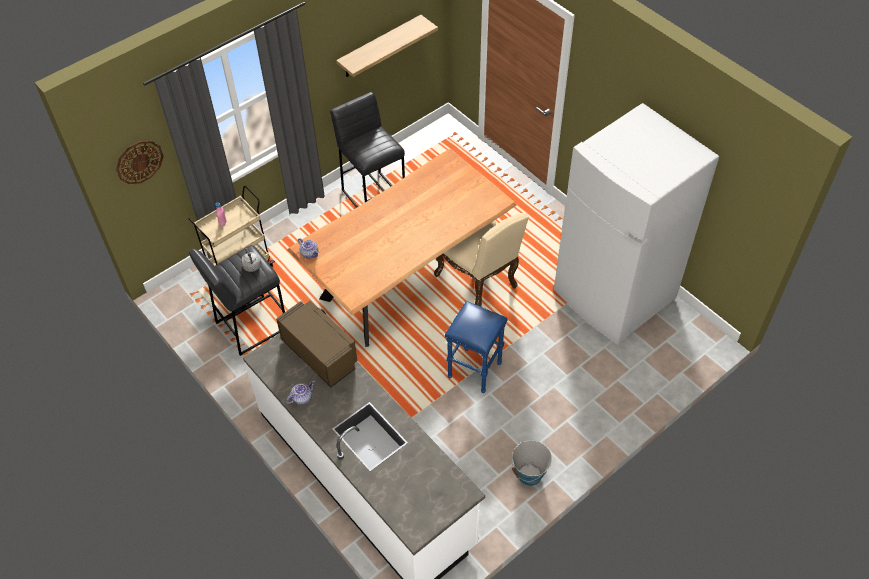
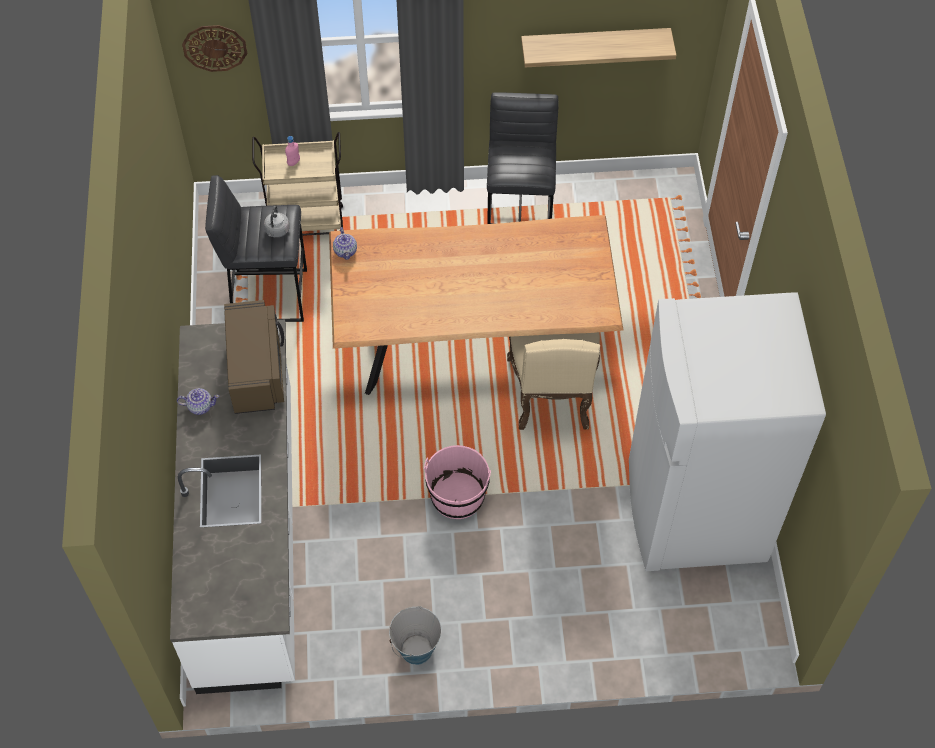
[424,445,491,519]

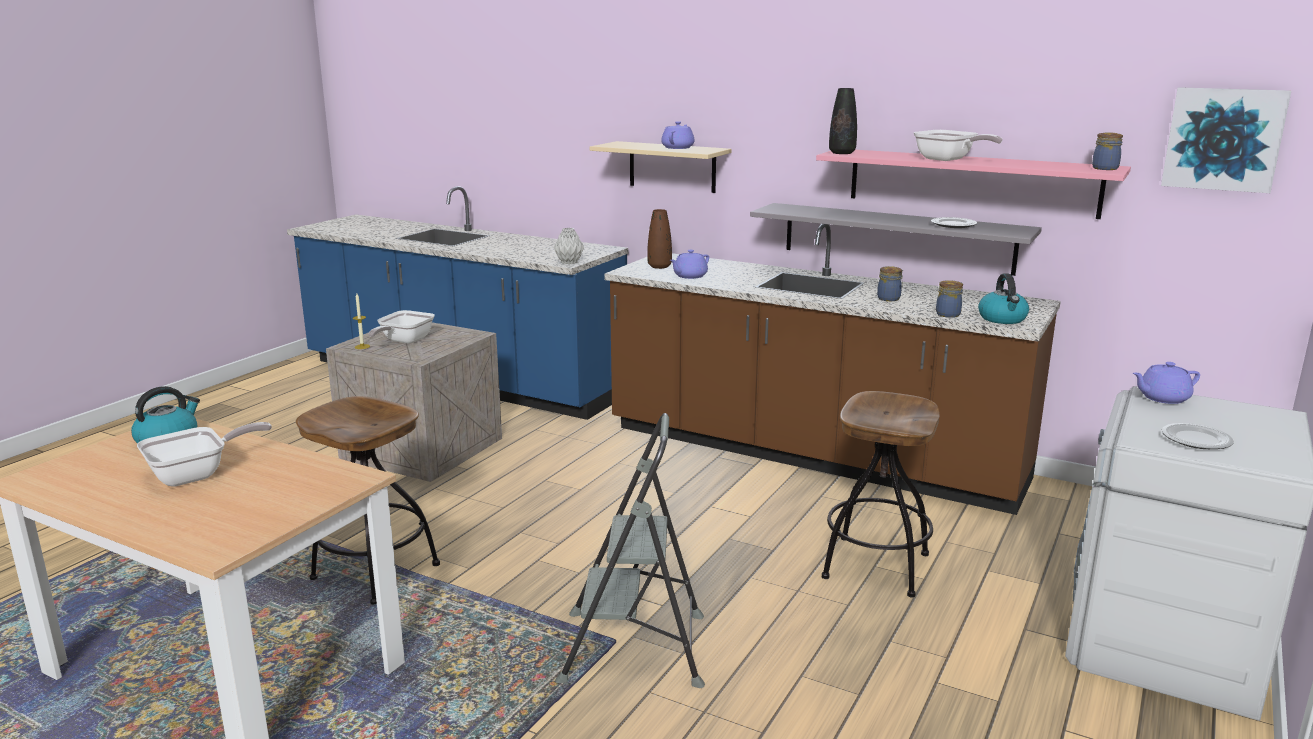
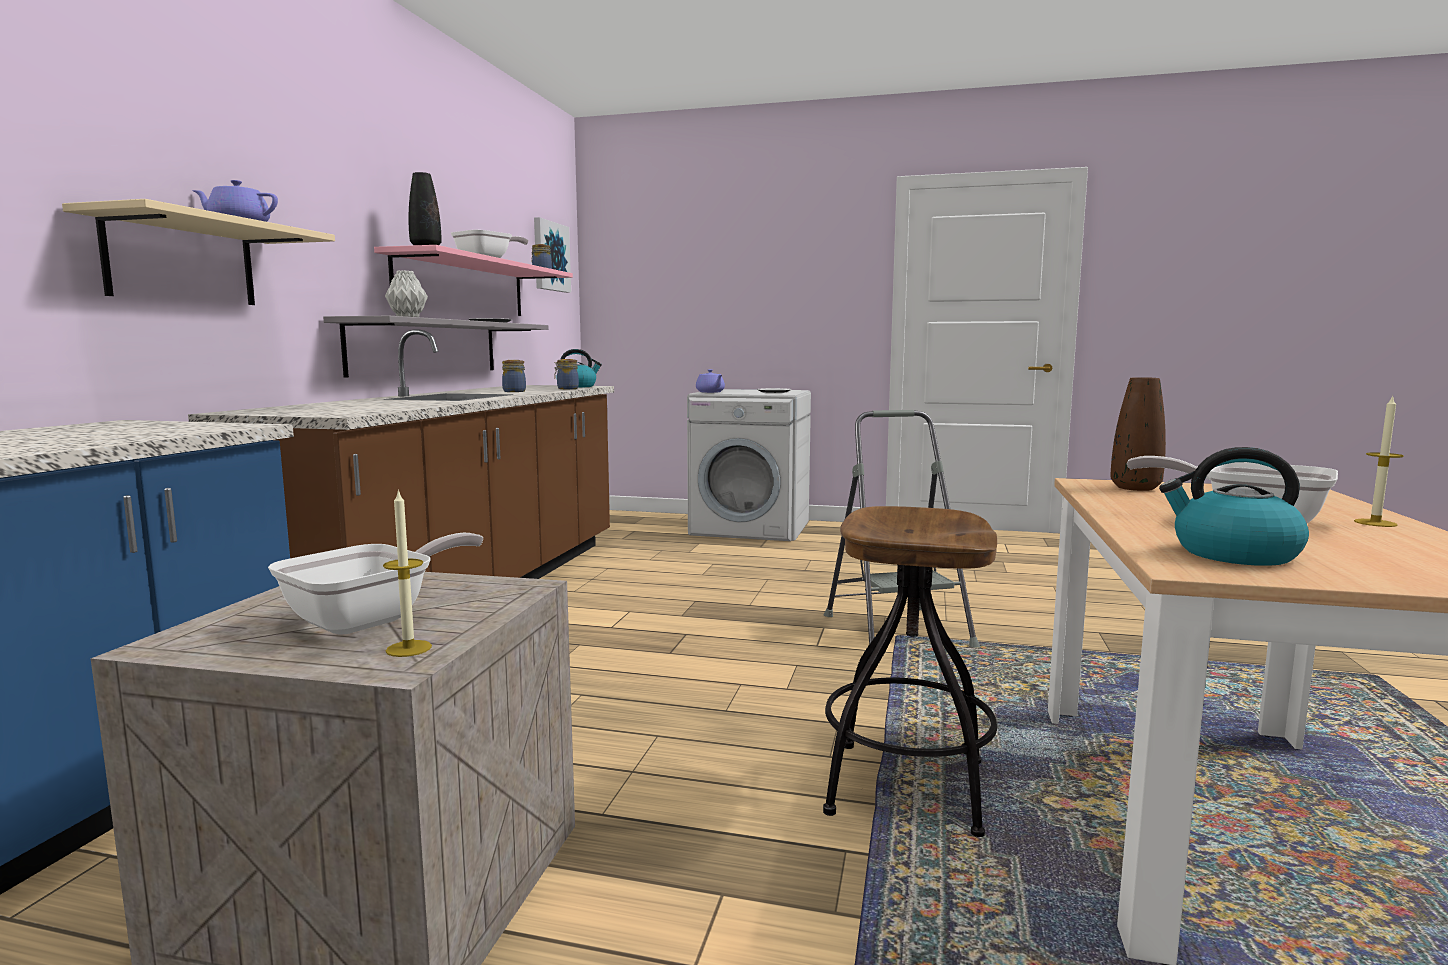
[1110,377,1166,491]
[385,270,428,317]
[670,250,709,279] (first image)
[268,533,483,634]
[822,391,940,598] (first image)
[1354,395,1404,527]

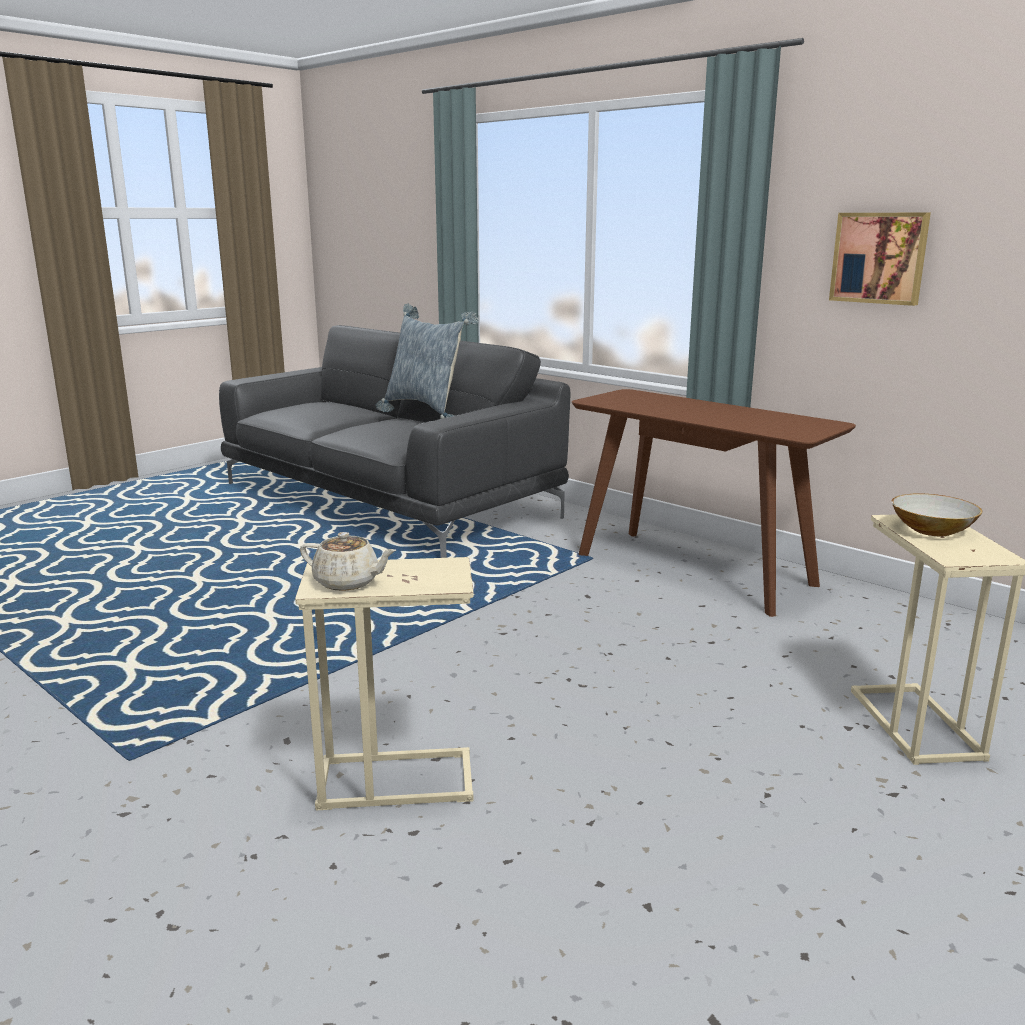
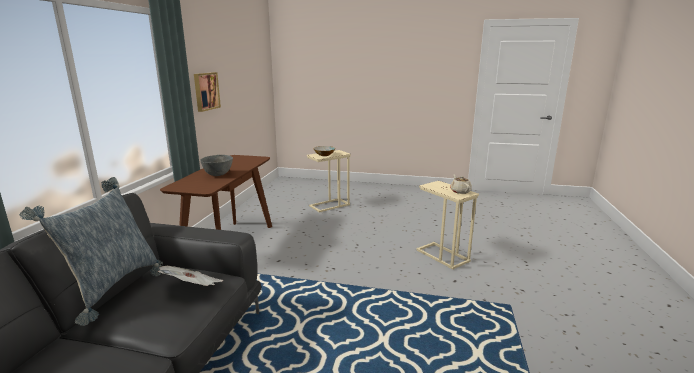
[200,155,233,176]
[158,266,223,286]

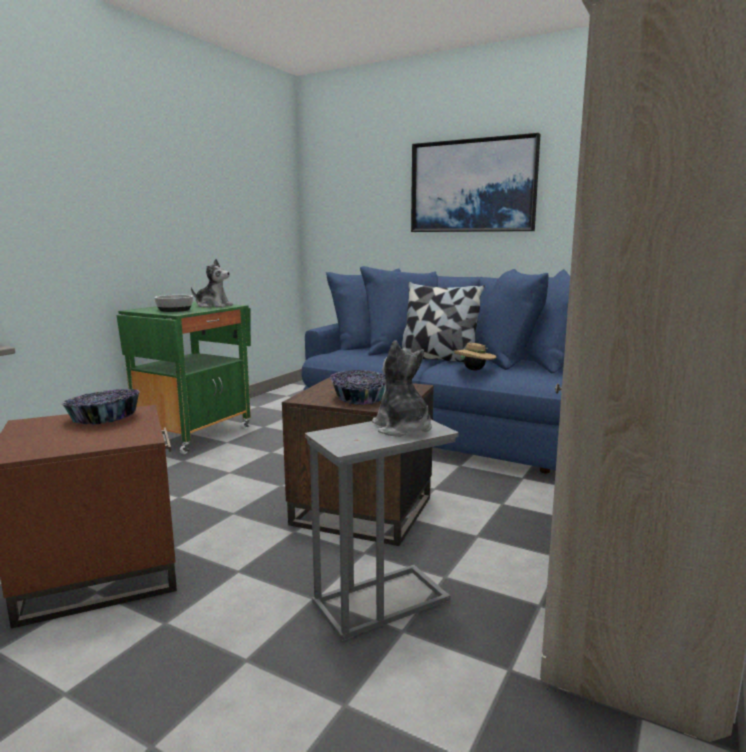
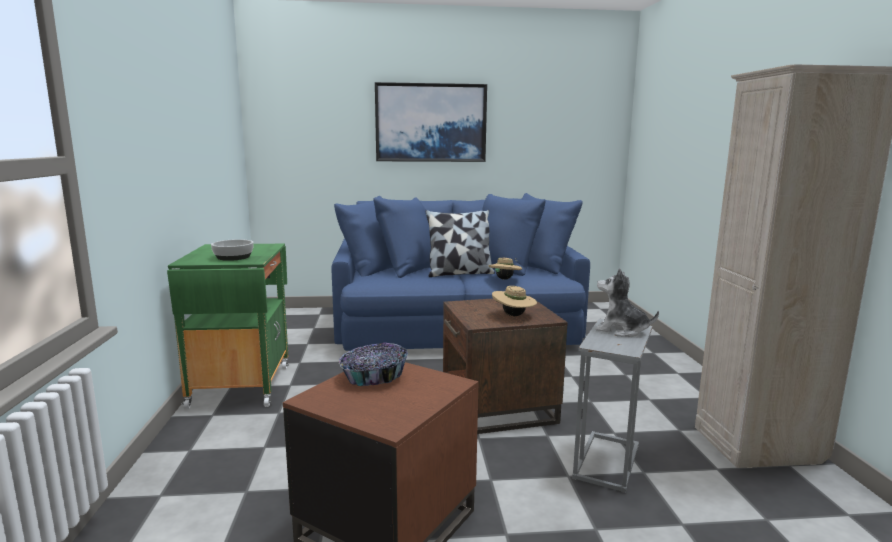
[191,259,233,308] (first image)
[492,286,537,316]

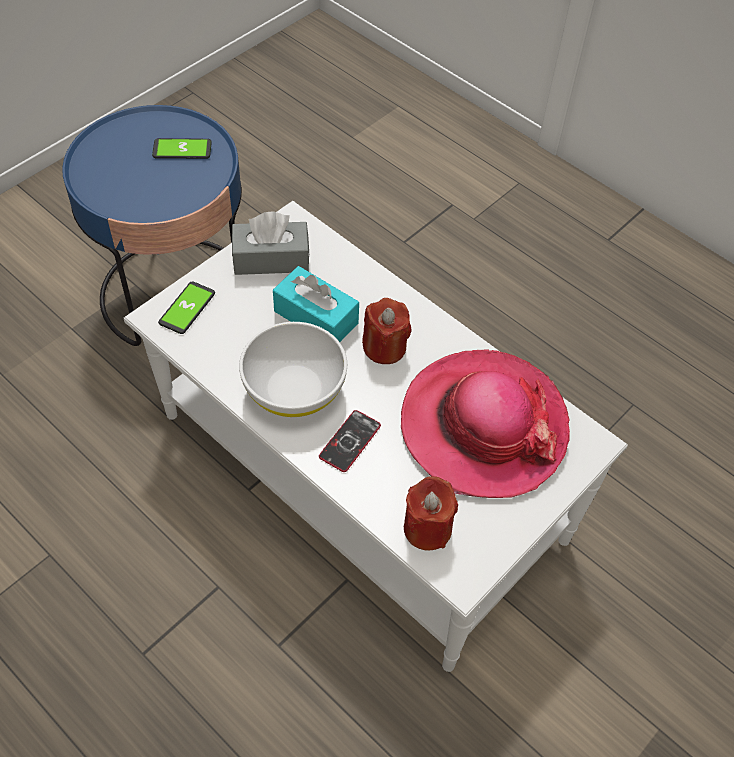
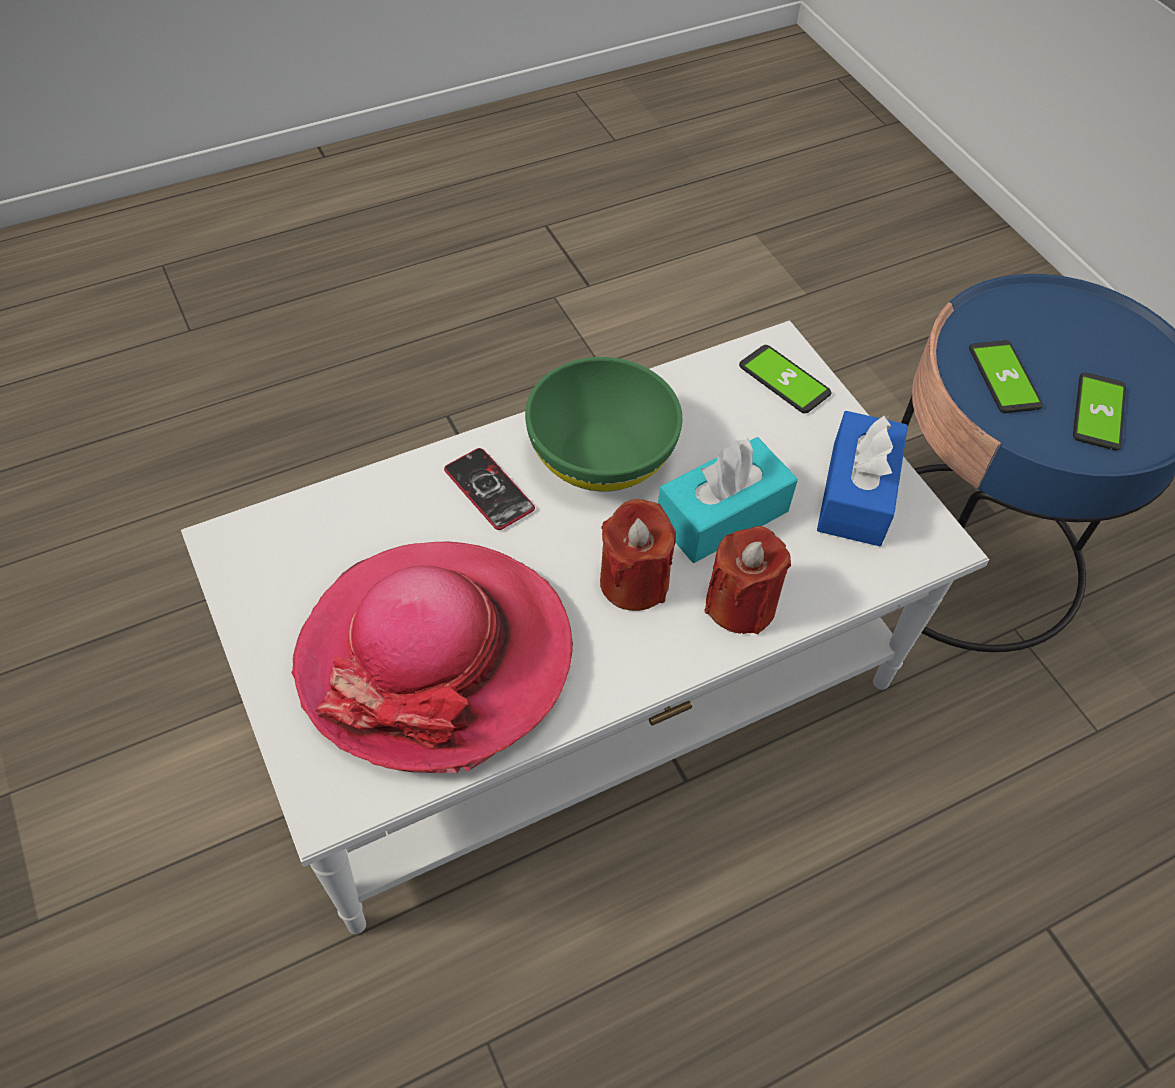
[817,411,908,546]
[525,357,682,492]
[704,526,791,634]
[969,340,1043,413]

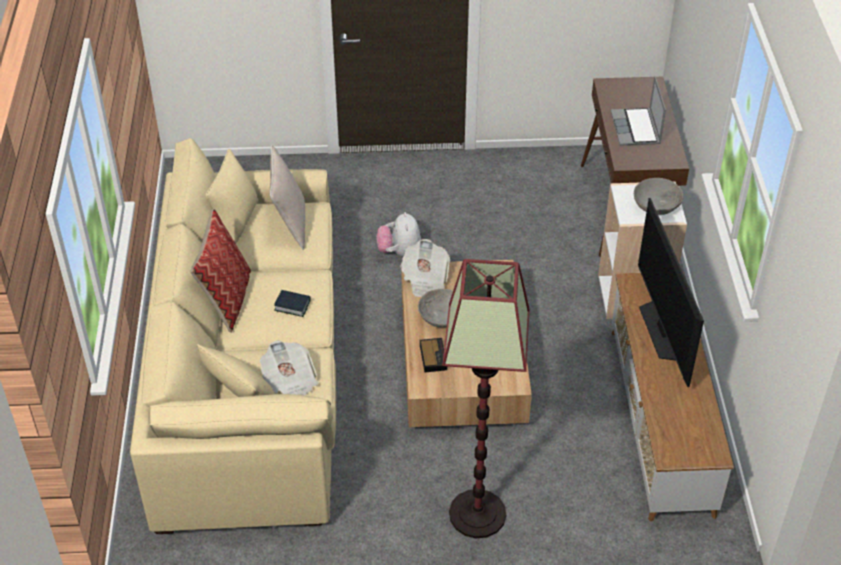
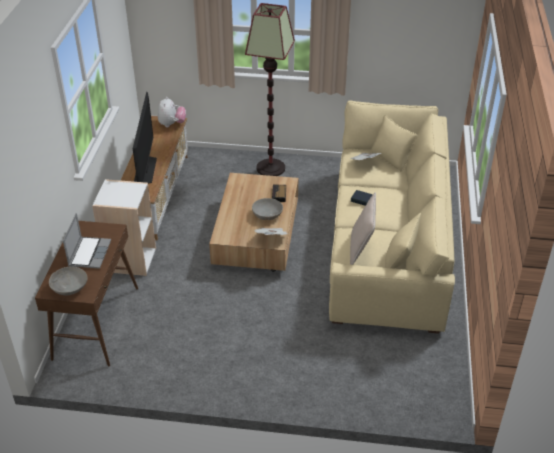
[49,266,87,295]
[190,208,251,333] (first image)
[158,97,186,127]

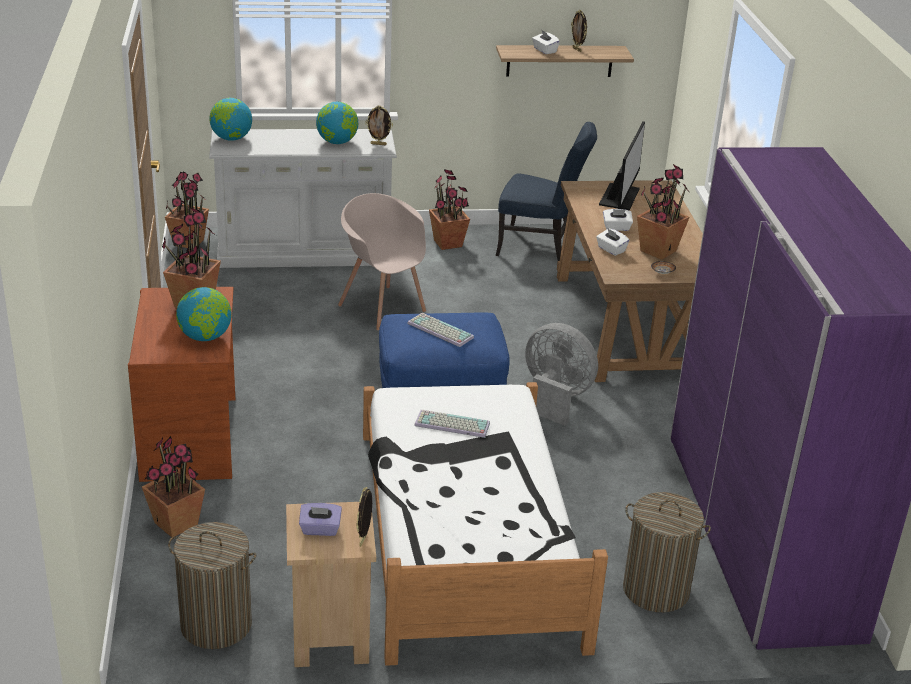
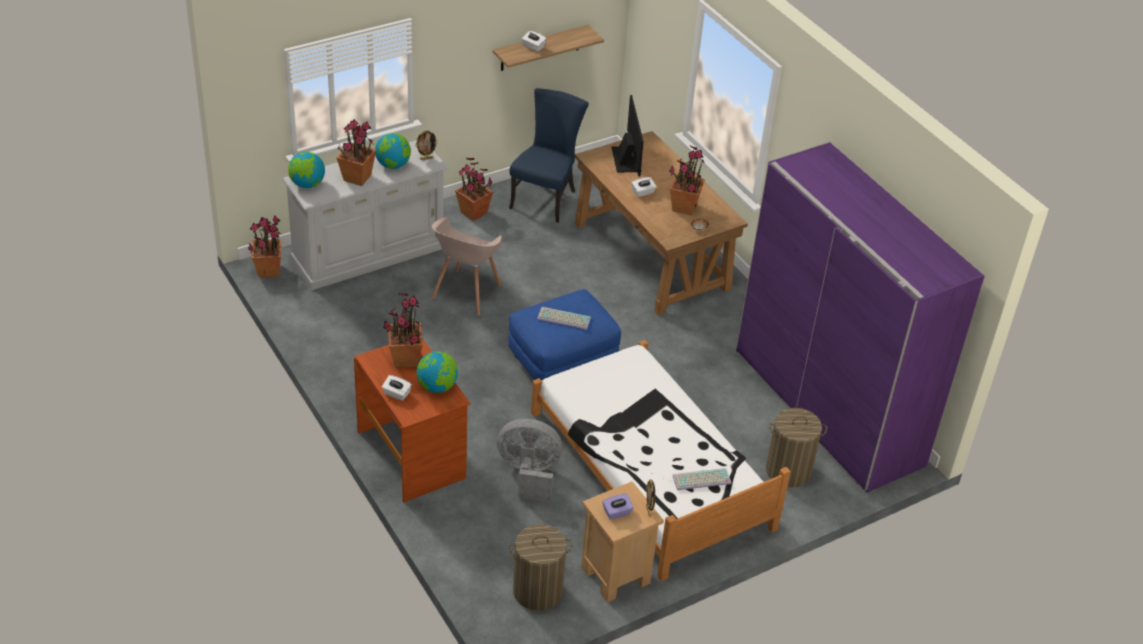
[571,10,587,52] (first image)
[509,88,589,223]
[432,217,502,315]
[382,375,412,401]
[497,419,562,502]
[672,468,731,490]
[337,120,376,186]

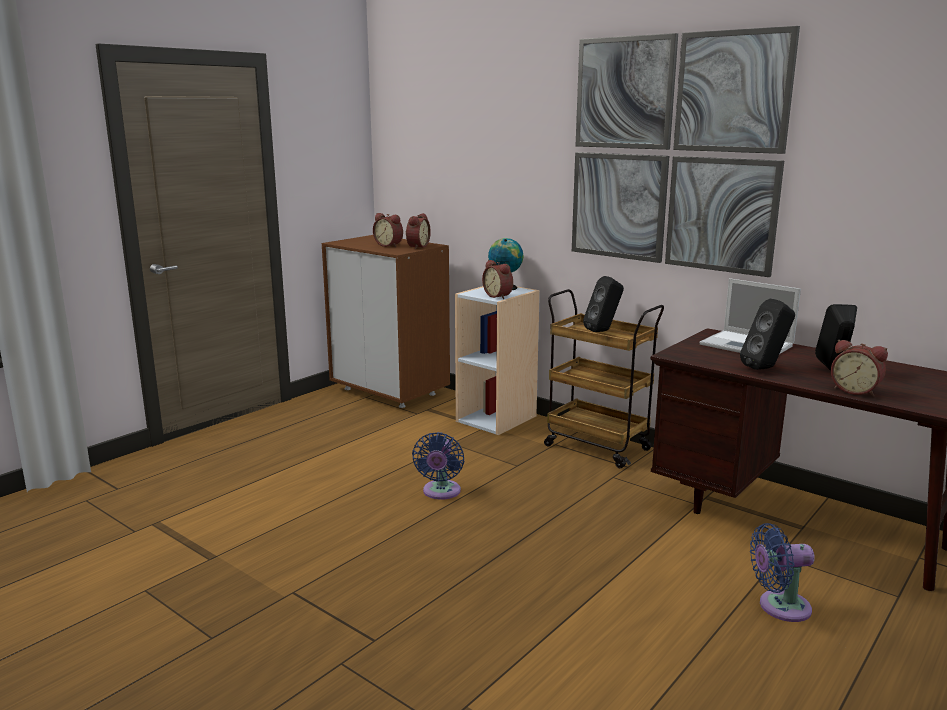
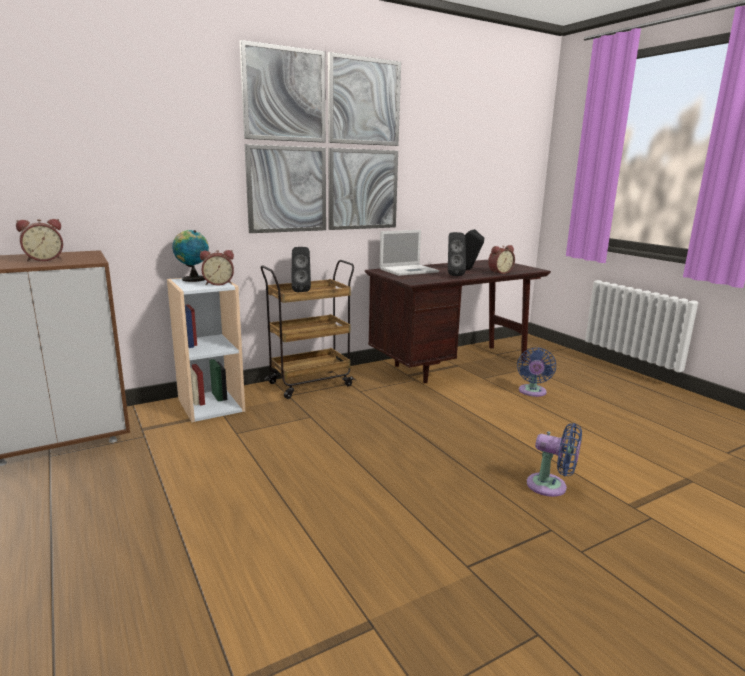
[406,213,431,249] (first image)
[527,423,582,497]

